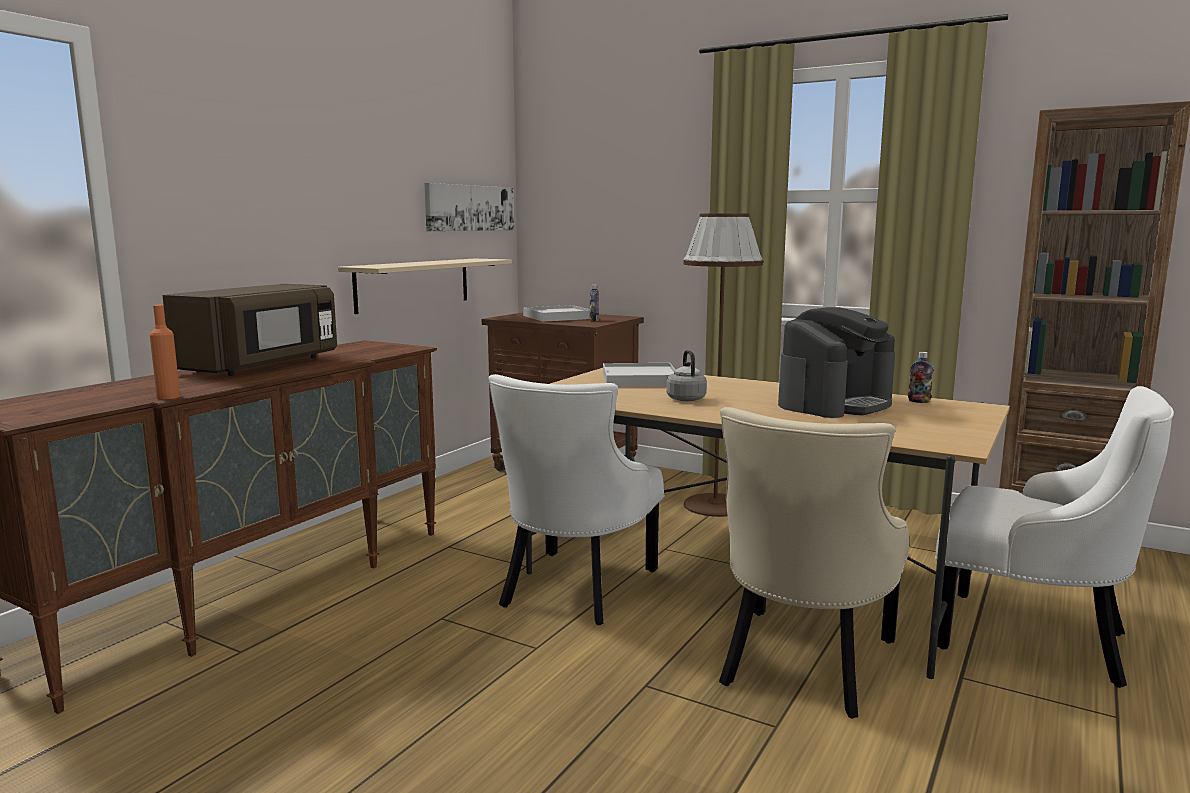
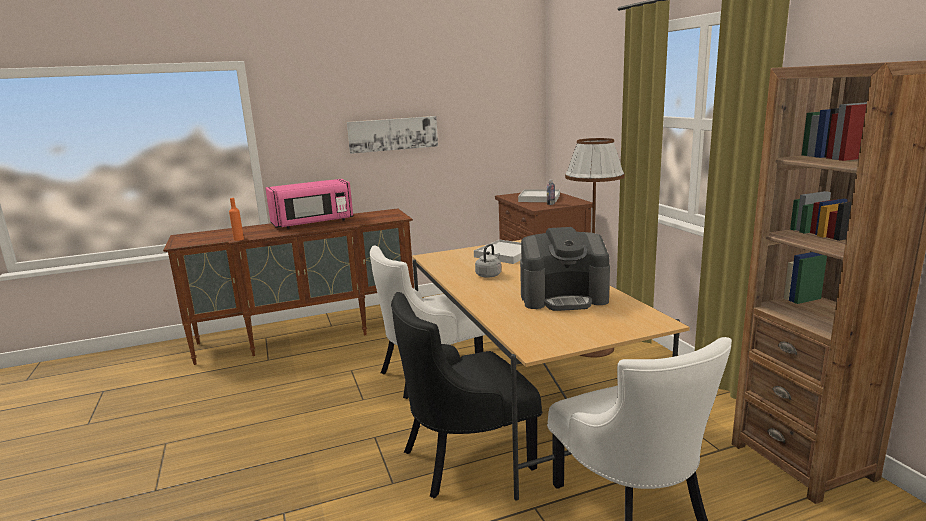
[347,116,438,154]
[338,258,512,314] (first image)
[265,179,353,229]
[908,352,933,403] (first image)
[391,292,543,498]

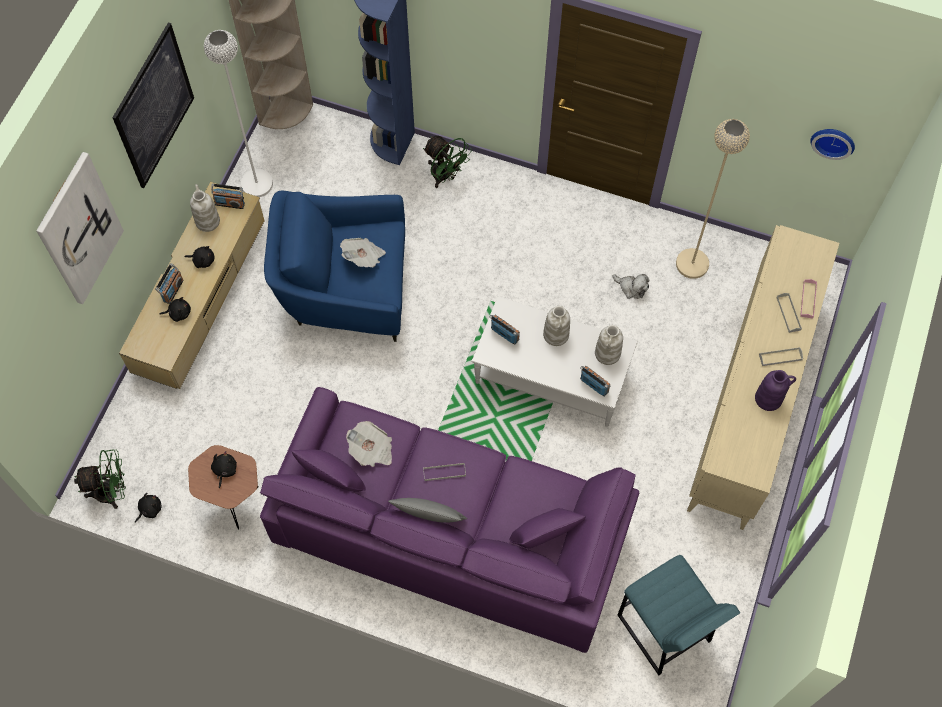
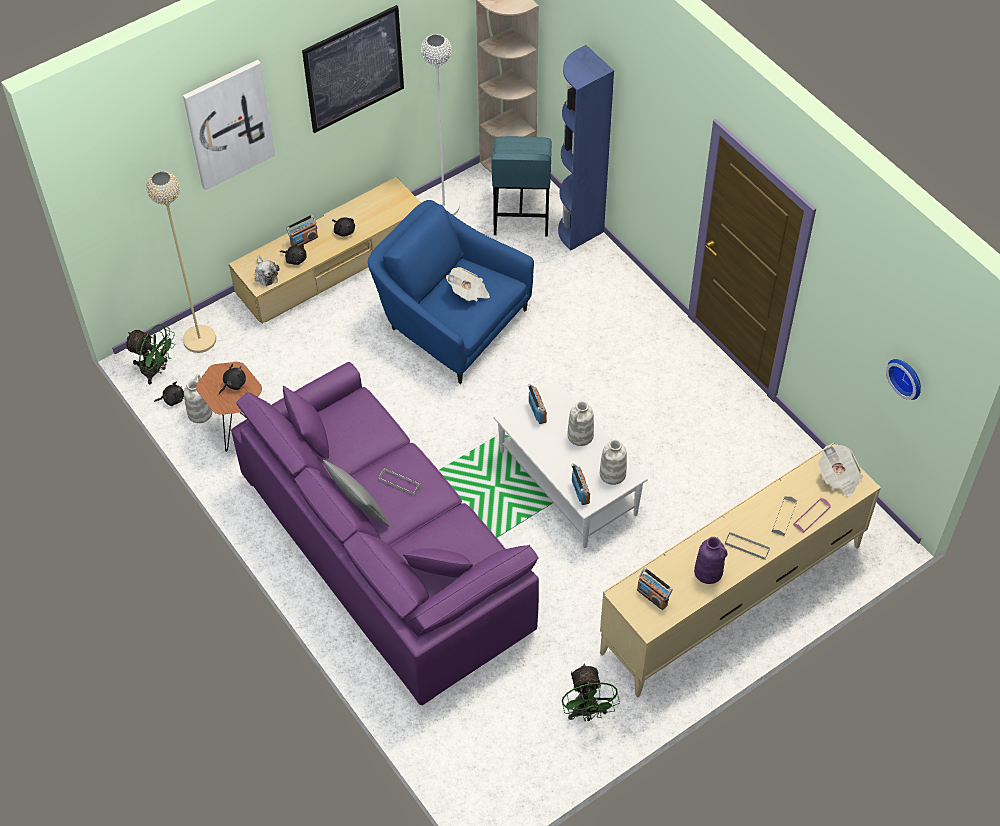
[146,171,216,353]
[562,664,620,721]
[184,374,212,423]
[637,568,673,610]
[255,256,280,286]
[818,445,863,497]
[491,136,552,237]

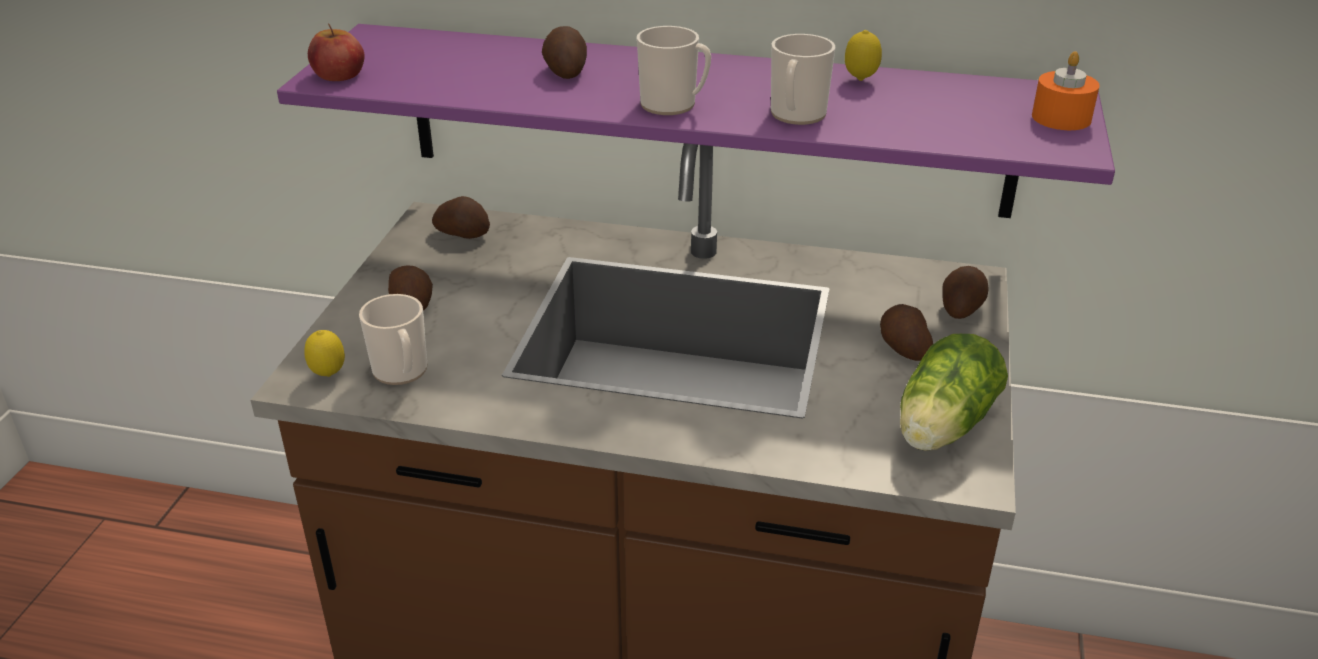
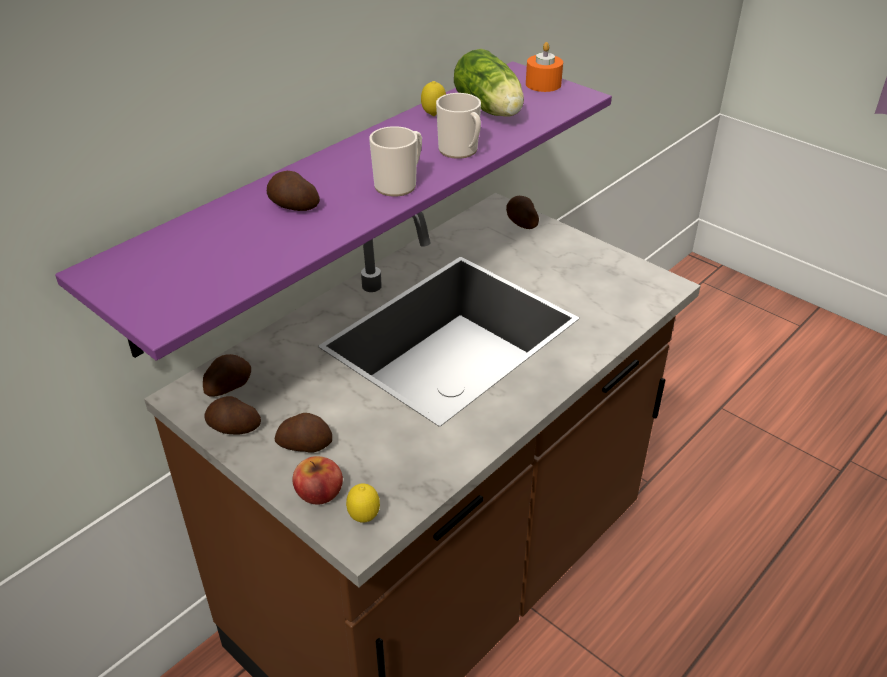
[292,456,343,505]
[359,294,427,385] (first image)
[204,396,261,434]
[454,49,524,117]

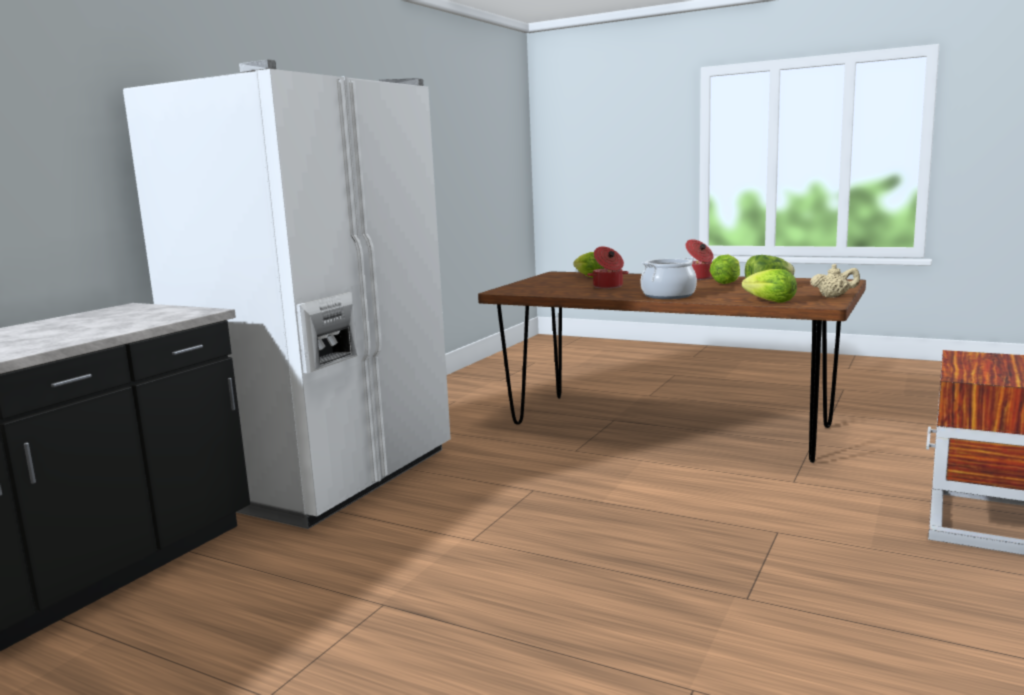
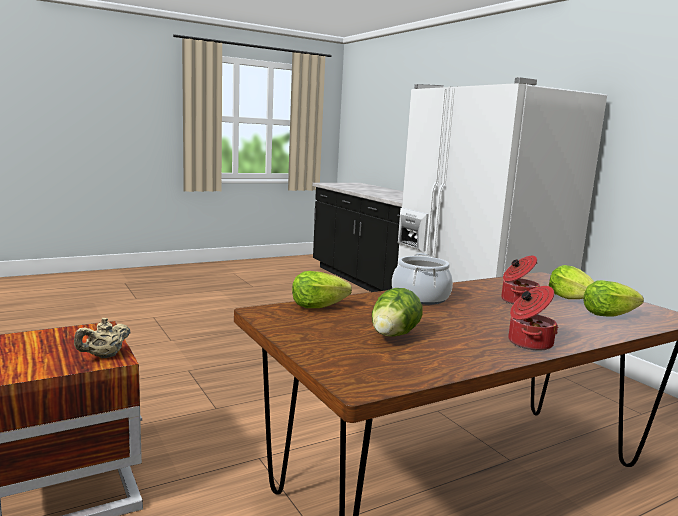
[549,265,594,299]
[74,318,131,358]

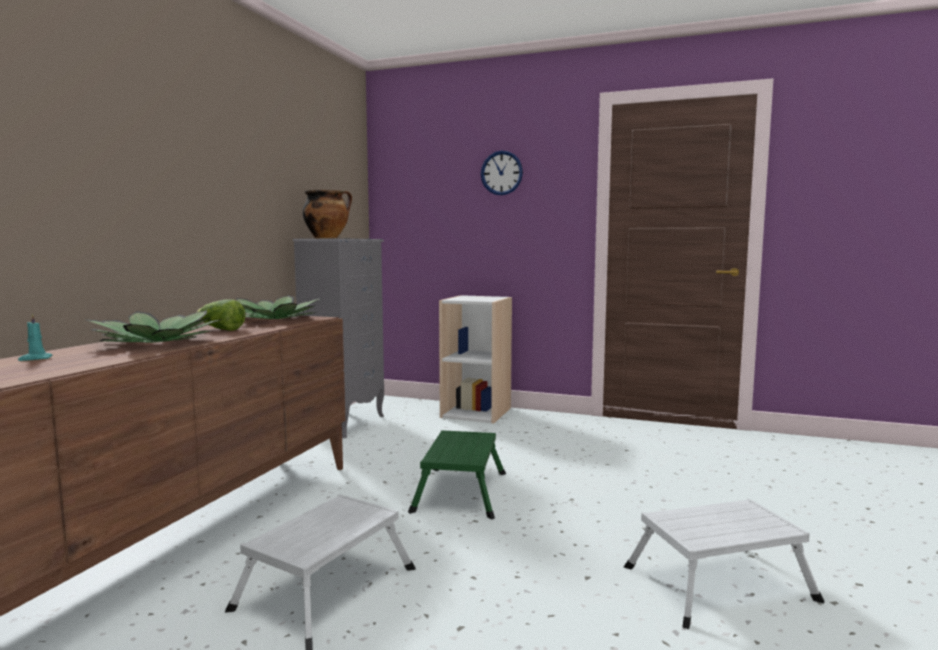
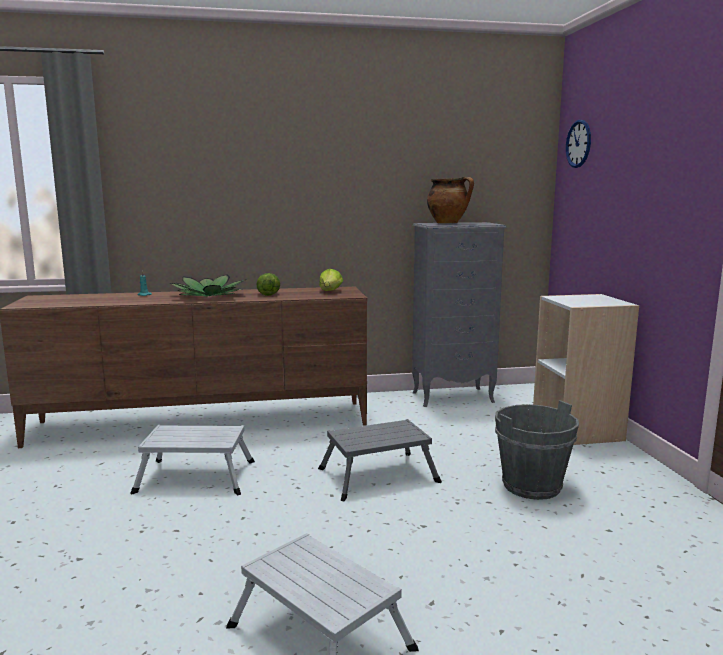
[566,120,591,168]
[319,269,343,291]
[318,419,442,501]
[495,400,579,500]

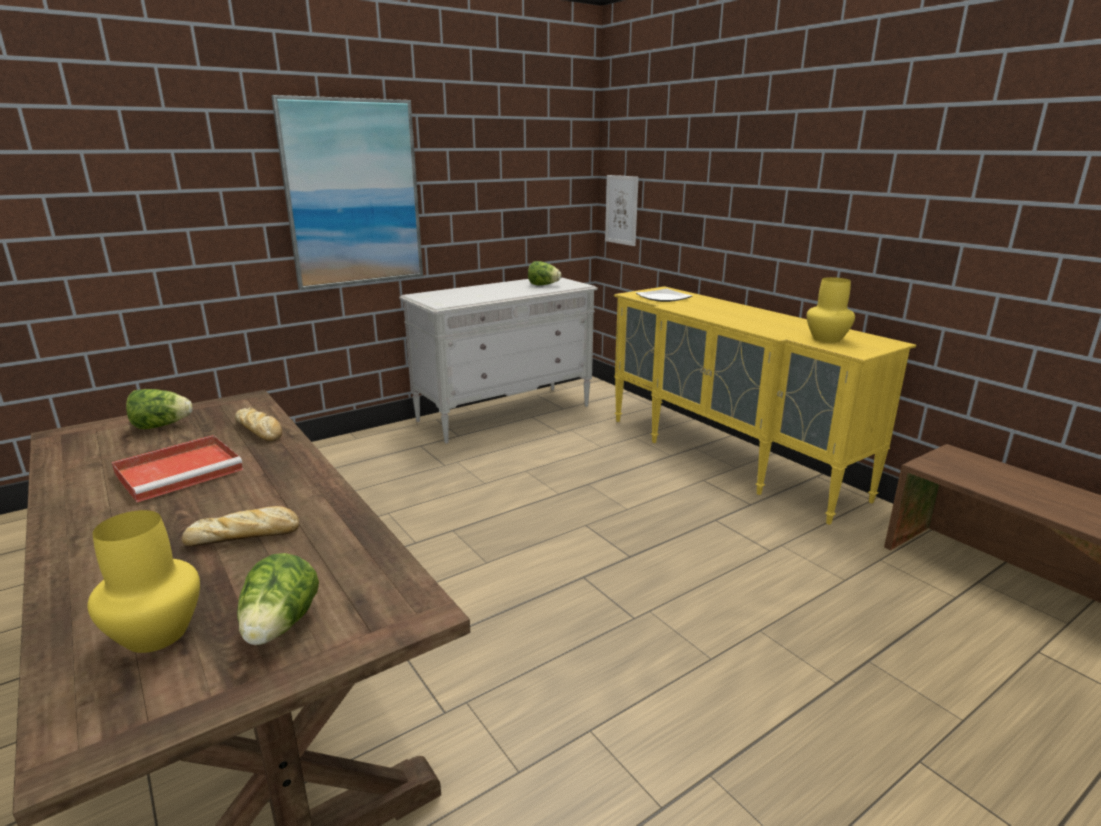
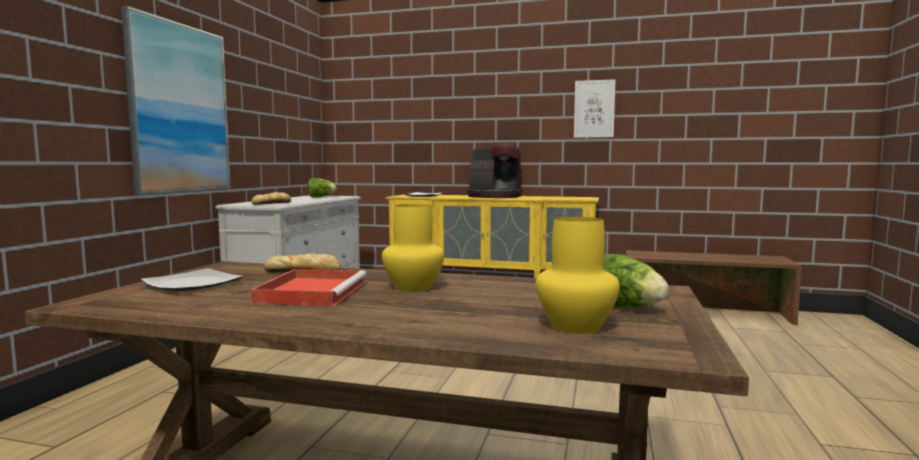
[574,79,616,138]
[382,204,444,292]
[141,268,243,291]
[251,192,291,205]
[467,144,523,198]

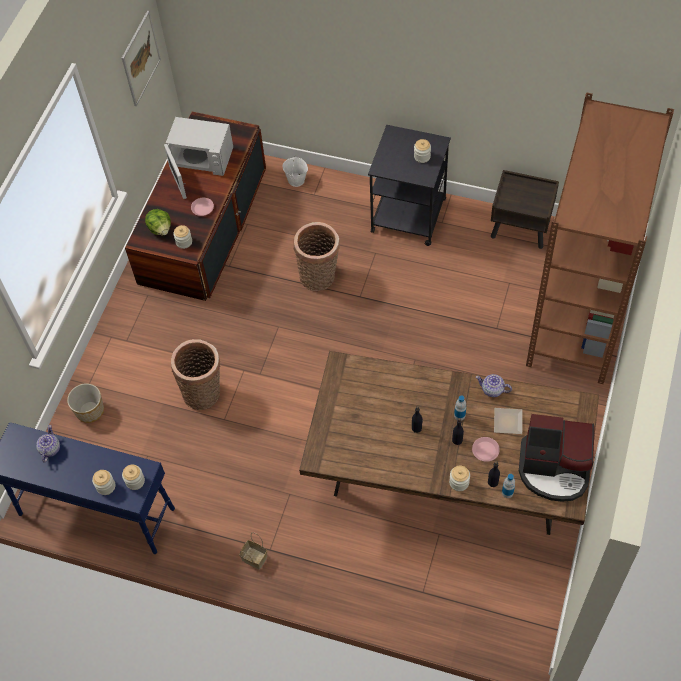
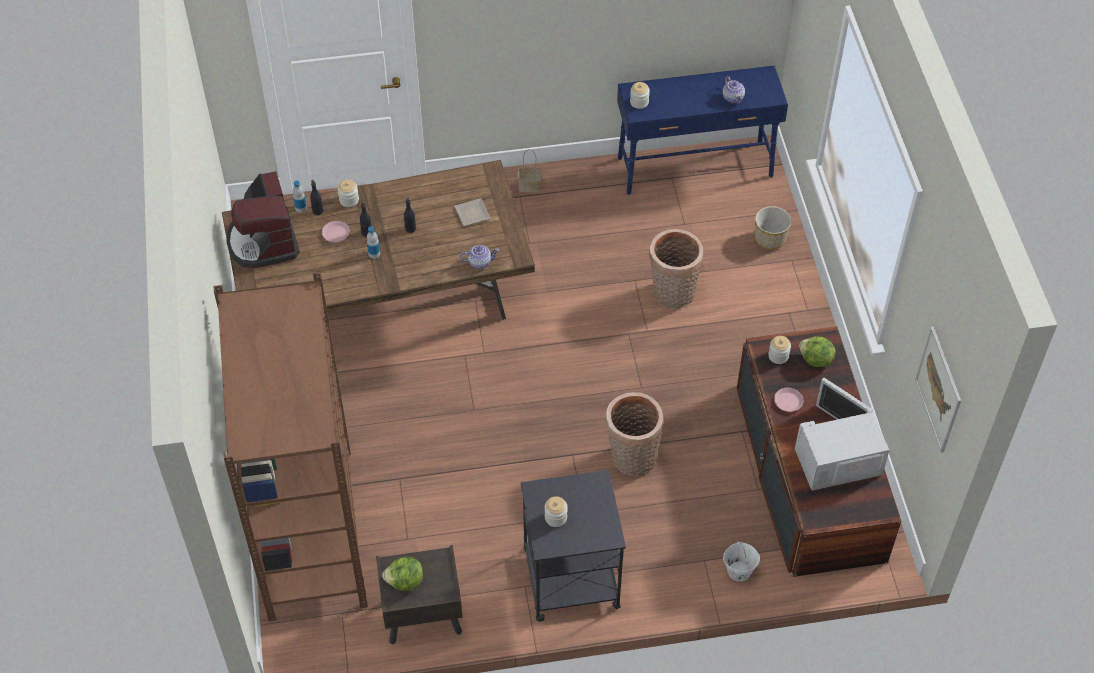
[459,245,499,269]
[454,198,490,226]
[226,171,300,268]
[92,470,115,495] (first image)
[382,557,423,591]

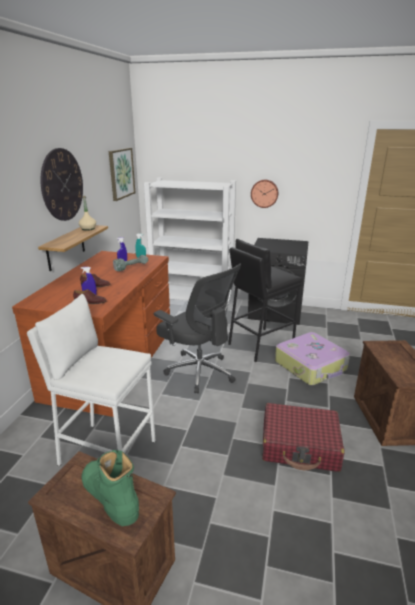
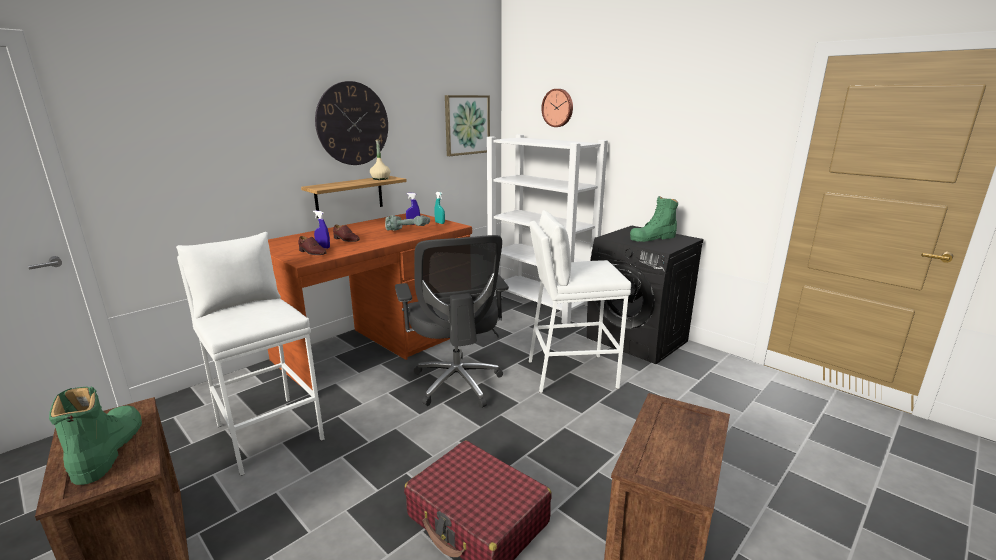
[541,89,573,127]
[529,210,631,393]
[275,332,350,385] (first image)
[630,196,678,242]

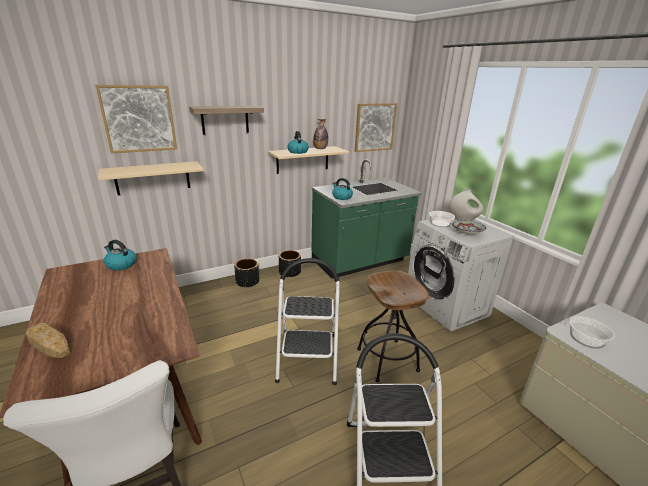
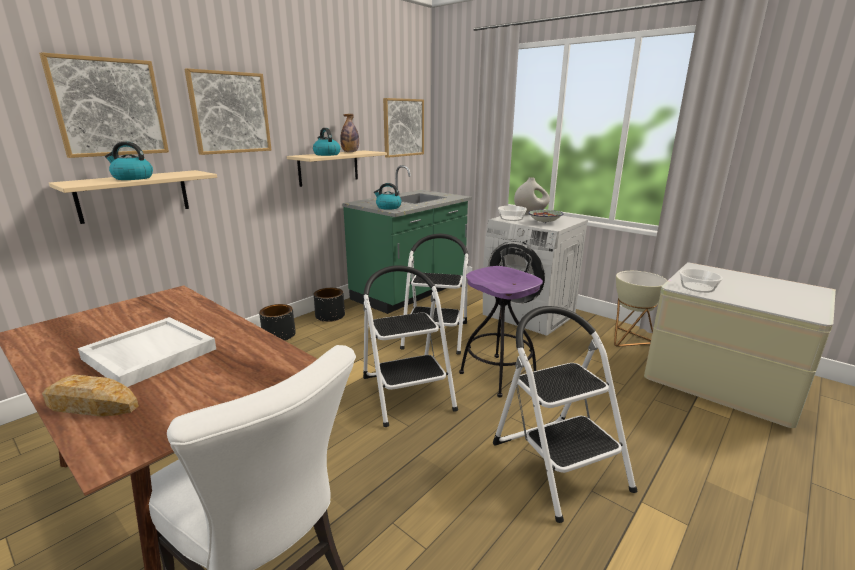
[185,68,271,155]
[105,141,153,180]
[459,266,543,398]
[400,234,469,355]
[614,271,667,346]
[78,317,216,387]

